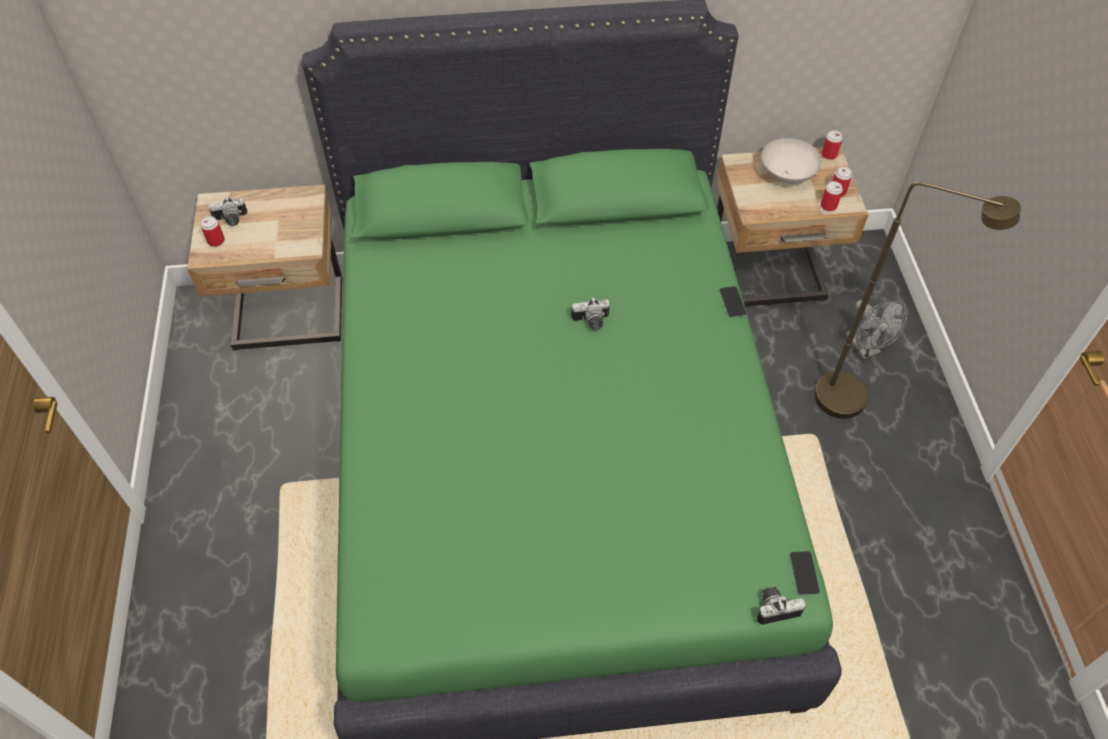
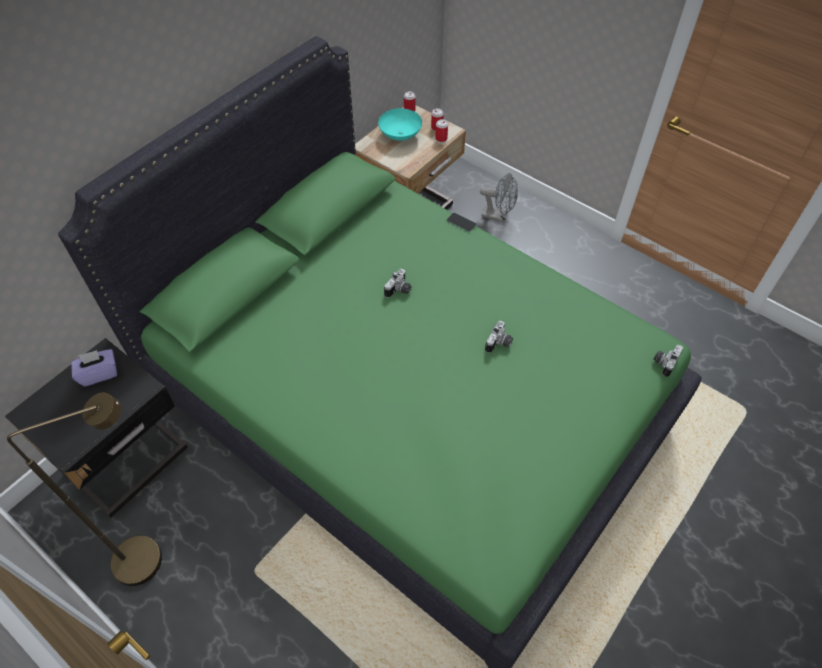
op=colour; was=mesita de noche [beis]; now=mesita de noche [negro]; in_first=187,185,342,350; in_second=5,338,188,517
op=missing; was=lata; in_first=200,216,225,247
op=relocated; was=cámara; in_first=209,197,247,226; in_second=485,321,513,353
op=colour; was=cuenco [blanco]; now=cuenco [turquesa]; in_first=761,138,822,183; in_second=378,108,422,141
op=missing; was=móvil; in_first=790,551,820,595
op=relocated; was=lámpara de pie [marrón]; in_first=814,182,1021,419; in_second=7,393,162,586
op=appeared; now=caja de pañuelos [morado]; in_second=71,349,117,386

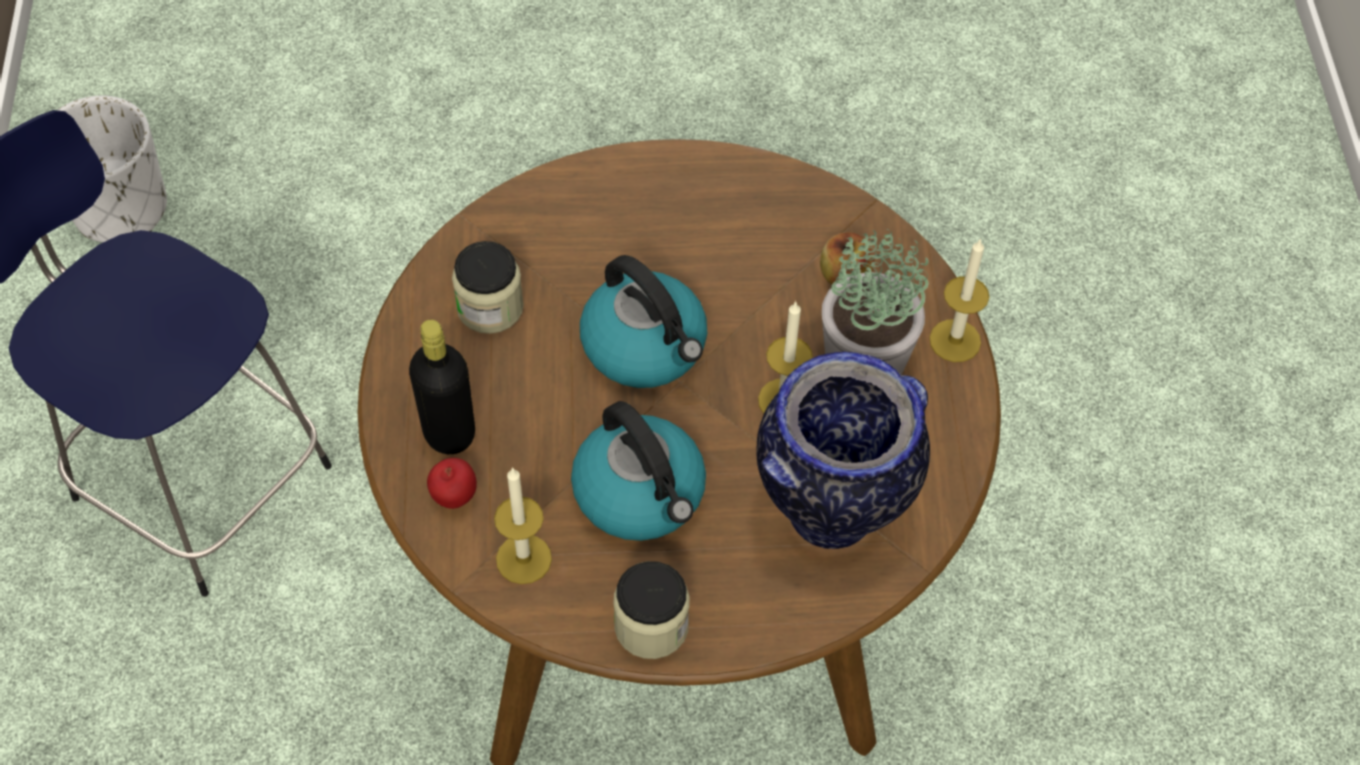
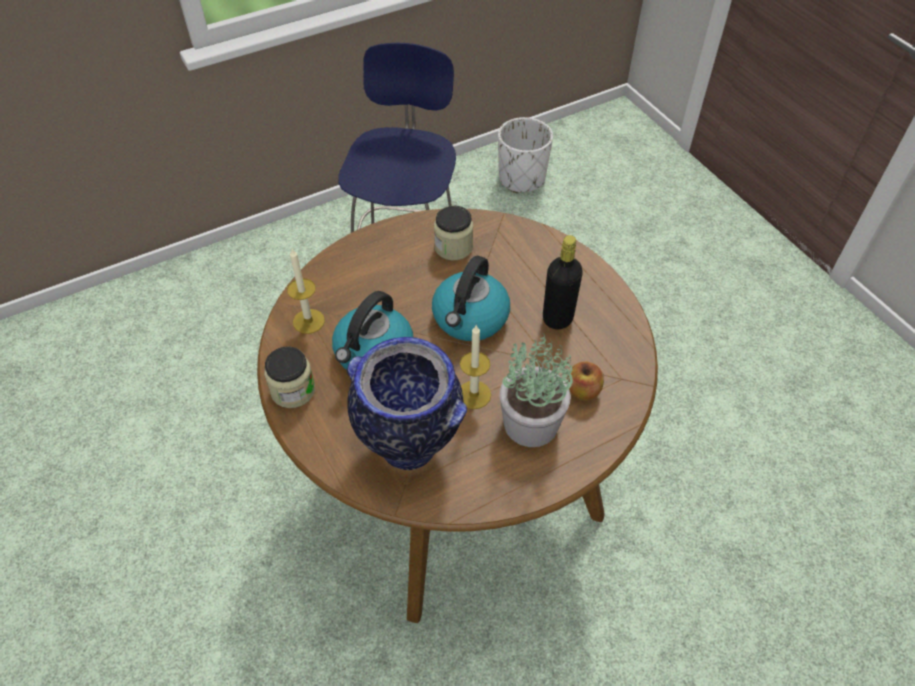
op=relocated; was=botella [negro]; in_first=409,320,475,454; in_second=543,235,583,329
op=missing; was=manzana; in_first=427,458,477,509
op=missing; was=vela; in_first=929,238,989,362

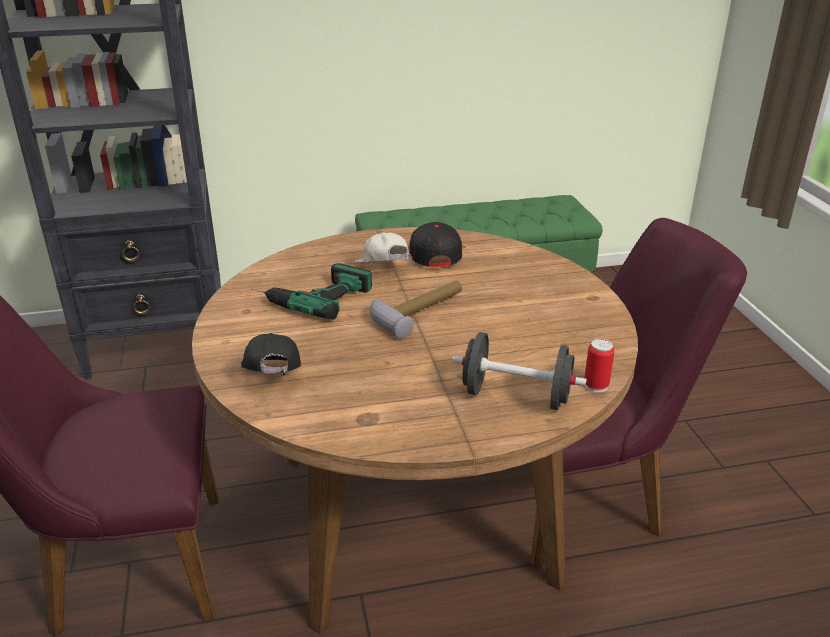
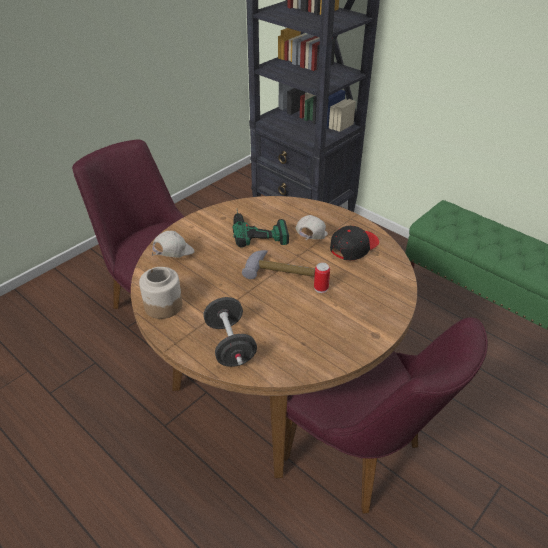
op=colour; was=gorra [negro]; now=gorra [blanco]; in_first=241,333,301,376; in_second=152,231,195,258
op=relocated; was=lata; in_first=584,339,615,392; in_second=314,263,330,293
op=appeared; now=tarro; in_second=139,267,182,319

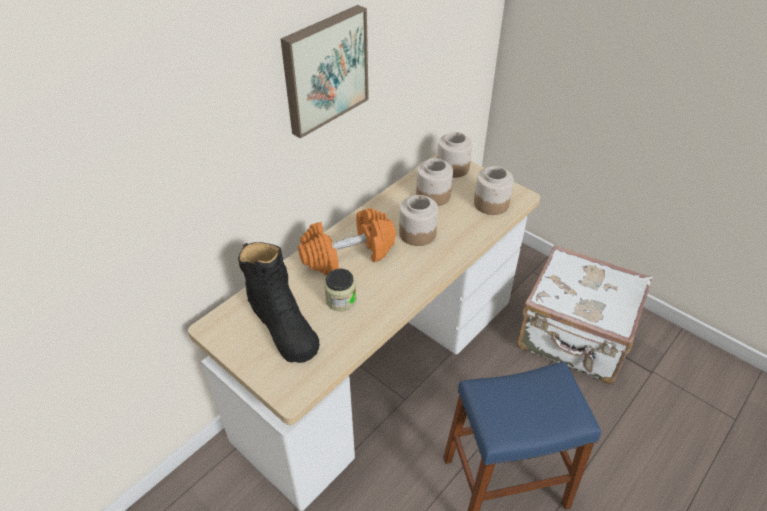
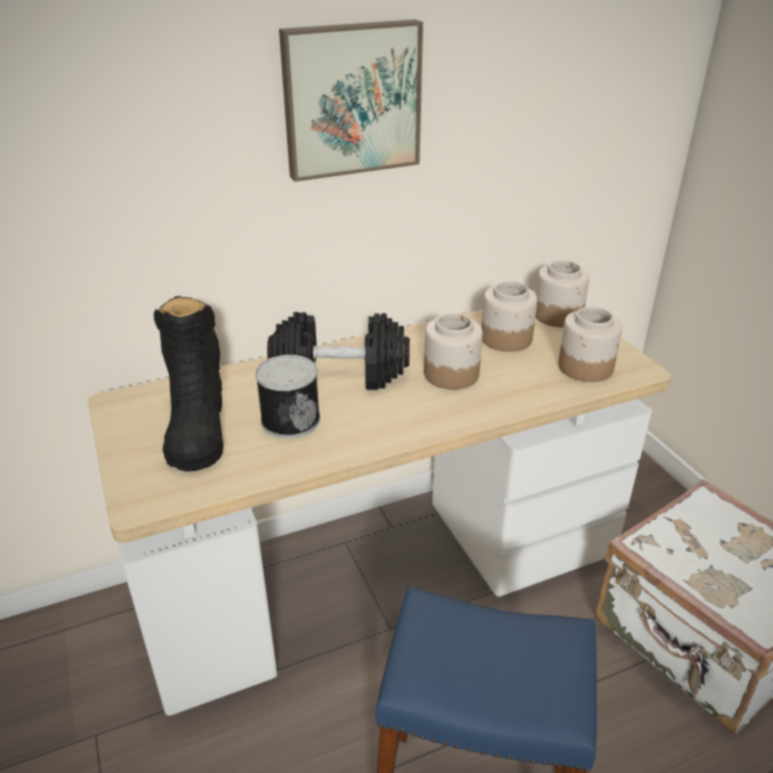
op=colour; was=mancuerna [naranja]; now=mancuerna [negro]; in_first=298,208,396,276; in_second=267,312,410,390
op=exchanged; was=tarro; now=lata; in_first=324,268,356,311; in_second=255,355,320,438

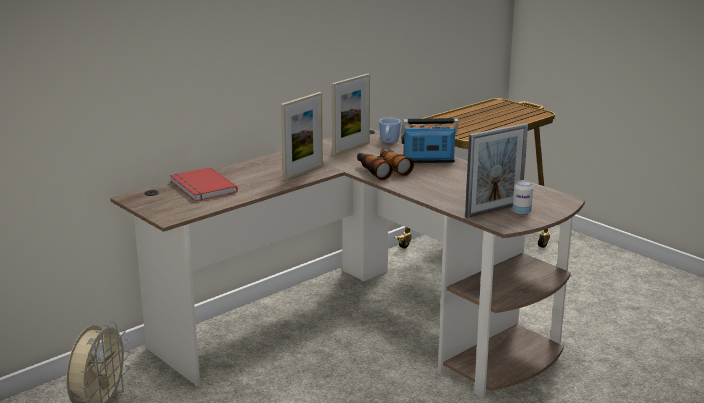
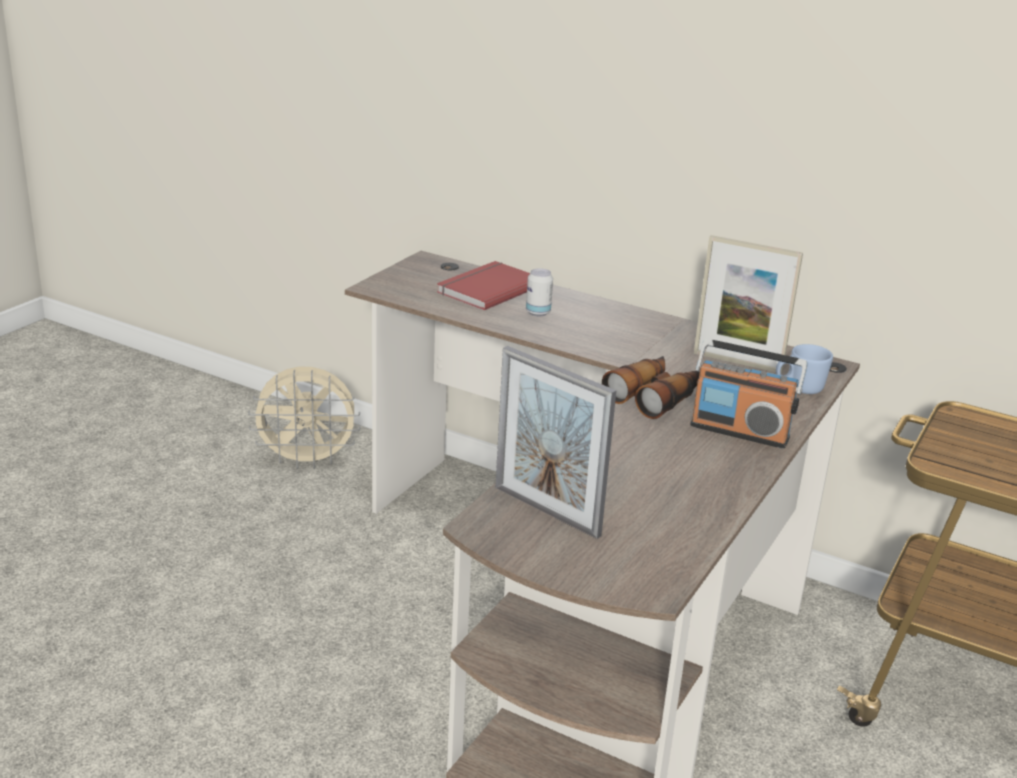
op=missing; was=portarretratos; in_first=281,92,323,180
op=spun; was=radio; in_first=401,118,459,163; in_second=690,339,808,449; clockwise=135
op=relocated; was=lata; in_first=513,180,533,215; in_second=526,268,553,316

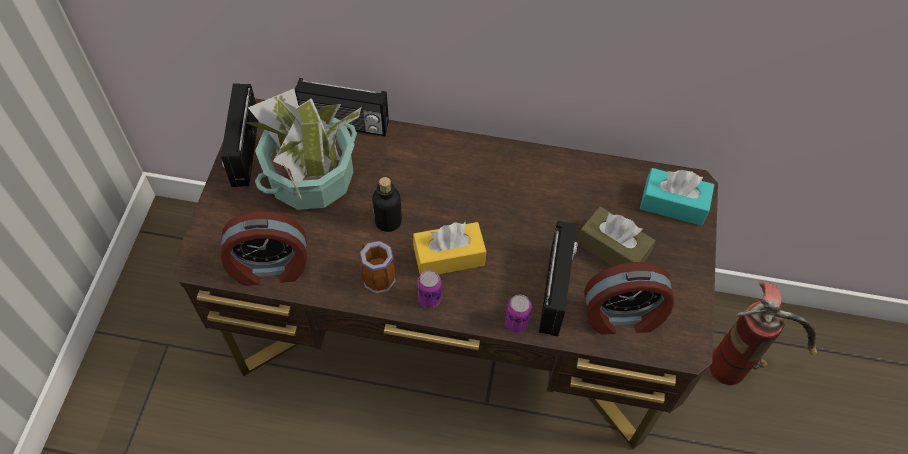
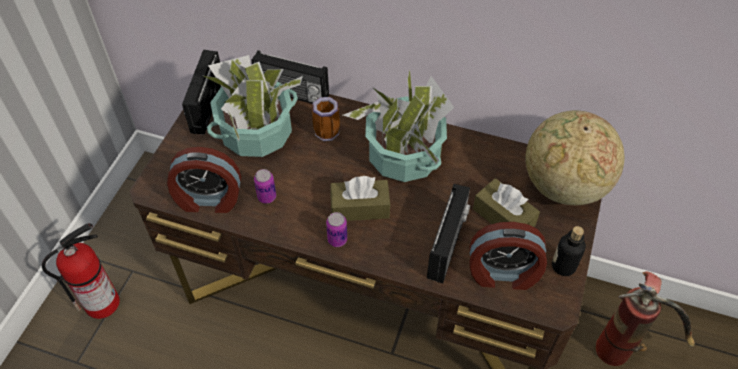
op=relocated; was=taza grande; in_first=359,241,396,293; in_second=312,97,340,141
op=relocated; was=botella; in_first=372,177,402,232; in_second=552,226,586,276
op=colour; was=caja de pañuelos [amarillo]; now=caja de pañuelos [marrón]; in_first=413,222,486,275; in_second=330,176,390,221
op=relocated; was=lata; in_first=505,294,532,333; in_second=254,169,276,204
op=exchanged; was=caja de pañuelos [turquesa]; now=globo terráqueo; in_first=640,168,714,226; in_second=526,110,624,205
op=appeared; now=extintor; in_second=42,223,120,319
op=appeared; now=planta en maceta; in_second=343,70,454,182

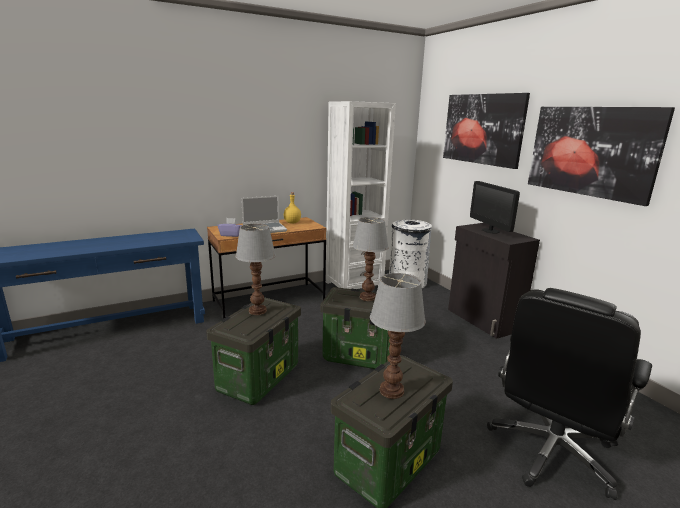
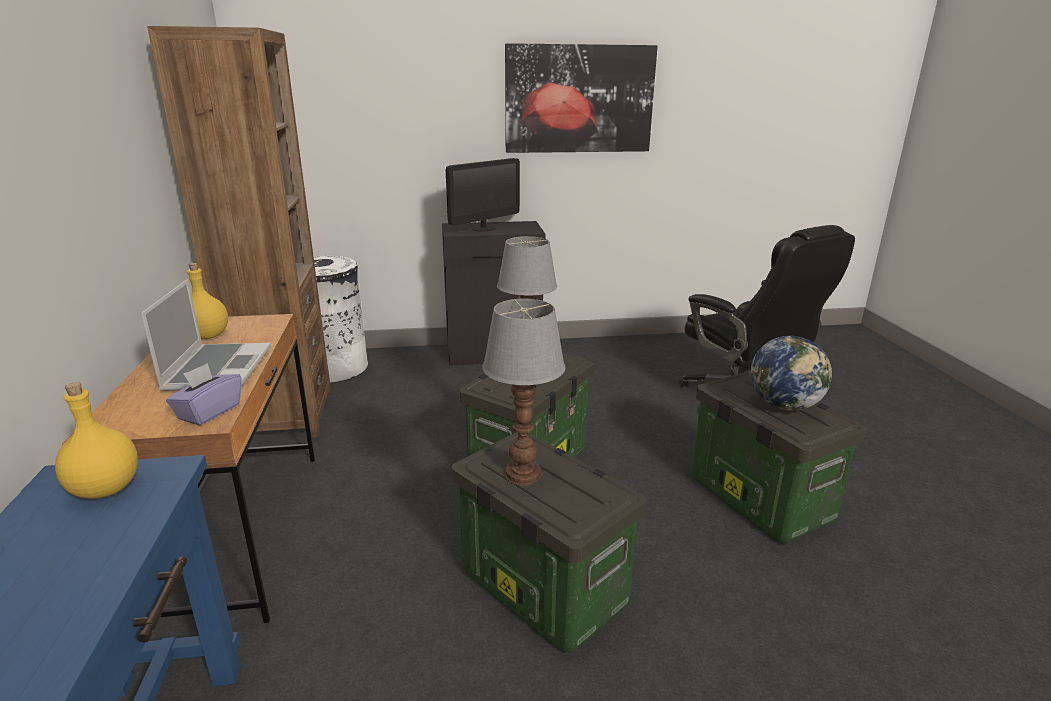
op=colour; was=estantería [blanco]; now=estantería [marrón]; in_first=326,101,396,289; in_second=147,26,331,437
op=exchanged; was=lámpara de mesa; now=globo terráqueo; in_first=370,273,426,399; in_second=751,336,832,411
op=missing; was=cuadro; in_first=443,93,530,169
op=spun; was=monitor; in_first=470,181,520,234; in_second=446,158,520,231; clockwise=-45
op=appeared; now=botella [amarillo]; in_second=55,382,138,499

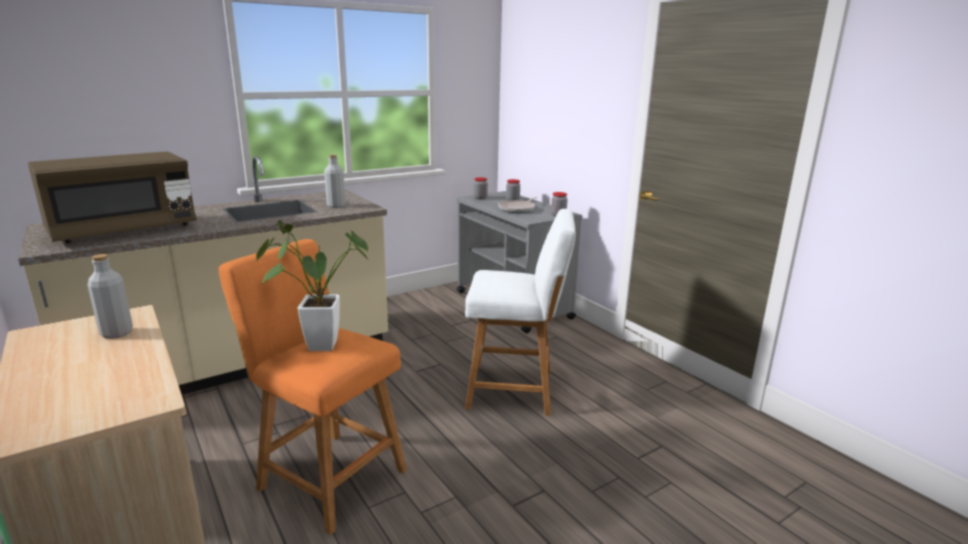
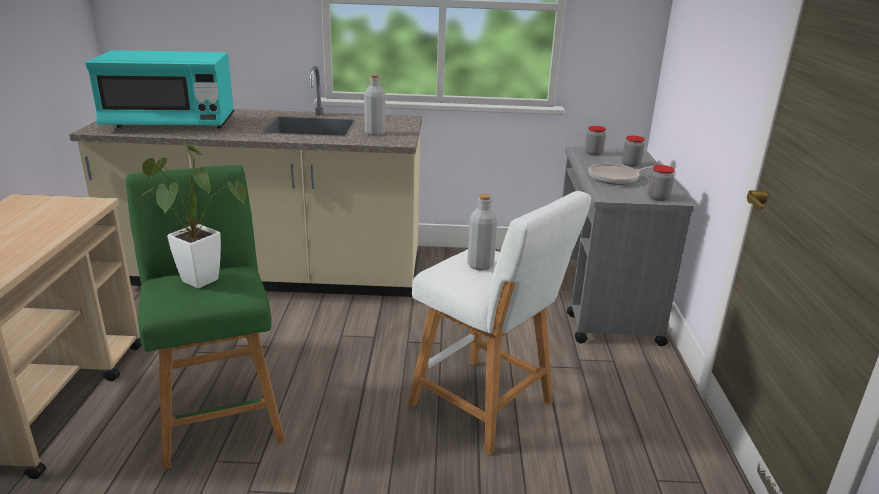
op=colour; was=microondas [marrón]; now=microondas [turquesa]; in_first=28,152,197,243; in_second=85,50,234,128
op=relocated; was=botella [gris]; in_first=87,254,133,339; in_second=467,193,497,271
op=colour; was=taburete [naranja]; now=taburete [verde]; in_first=219,239,407,535; in_second=126,165,285,470

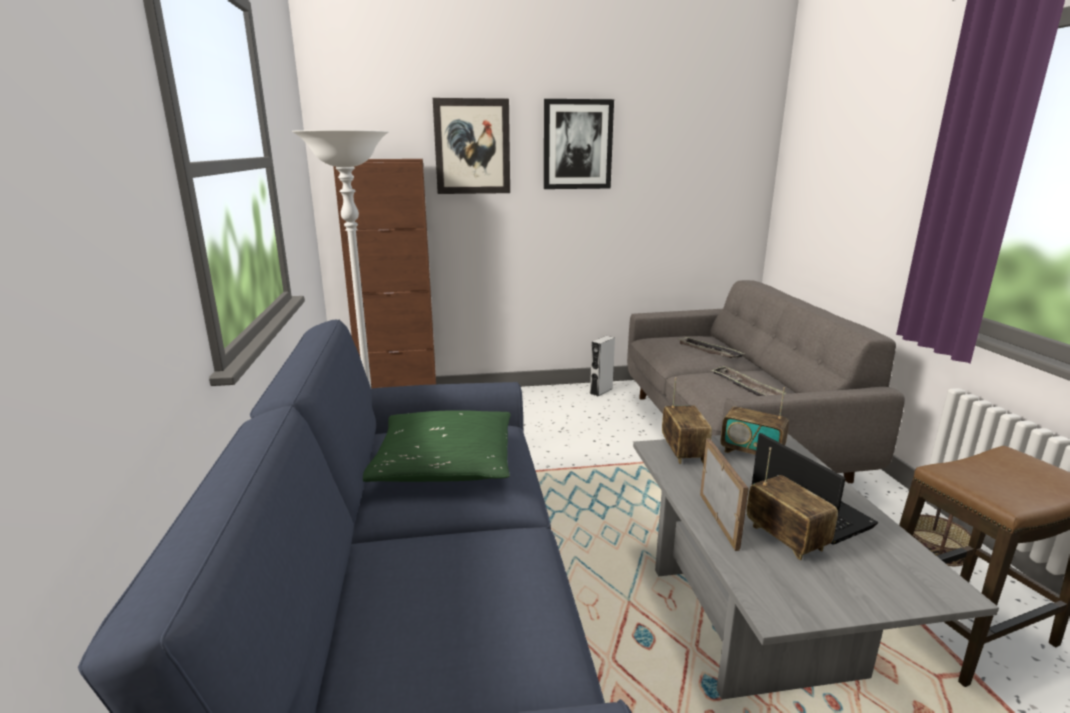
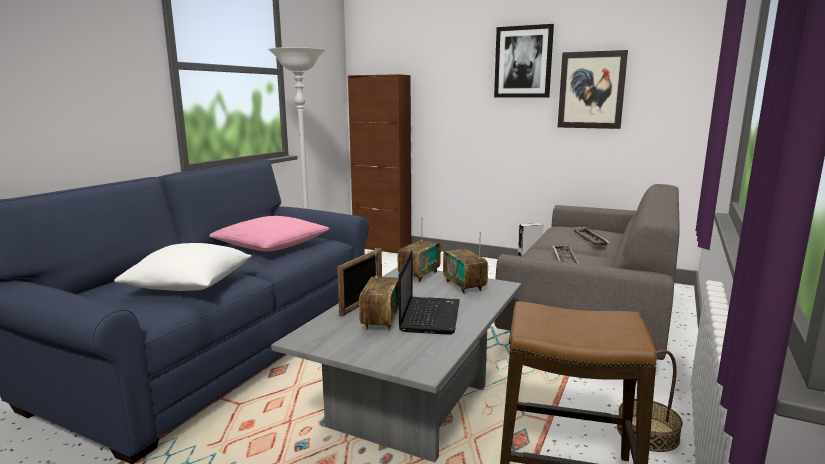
op=colour; was=cojín [verde]; now=cojín [rosa]; in_first=363,410,511,482; in_second=209,216,330,252
op=relocated; was=cuadro; in_first=433,98,510,194; in_second=558,50,628,129
op=appeared; now=cojín [blanco]; in_second=114,243,252,291

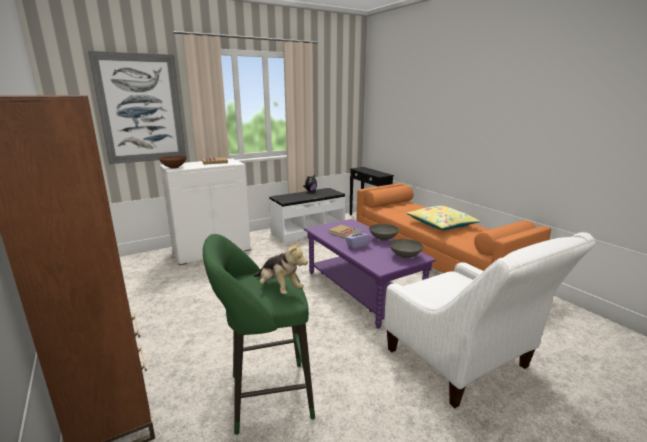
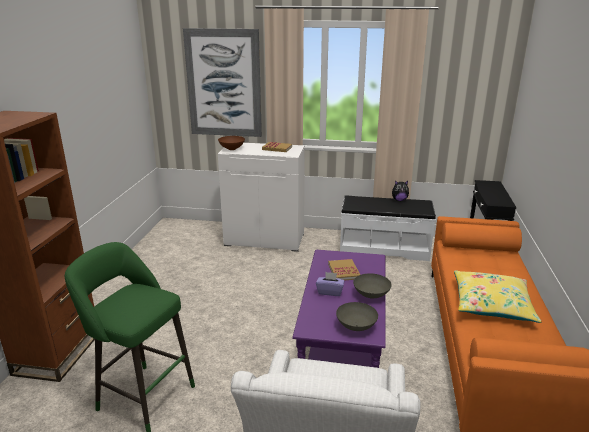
op=missing; was=peluche; in_first=254,241,308,294

